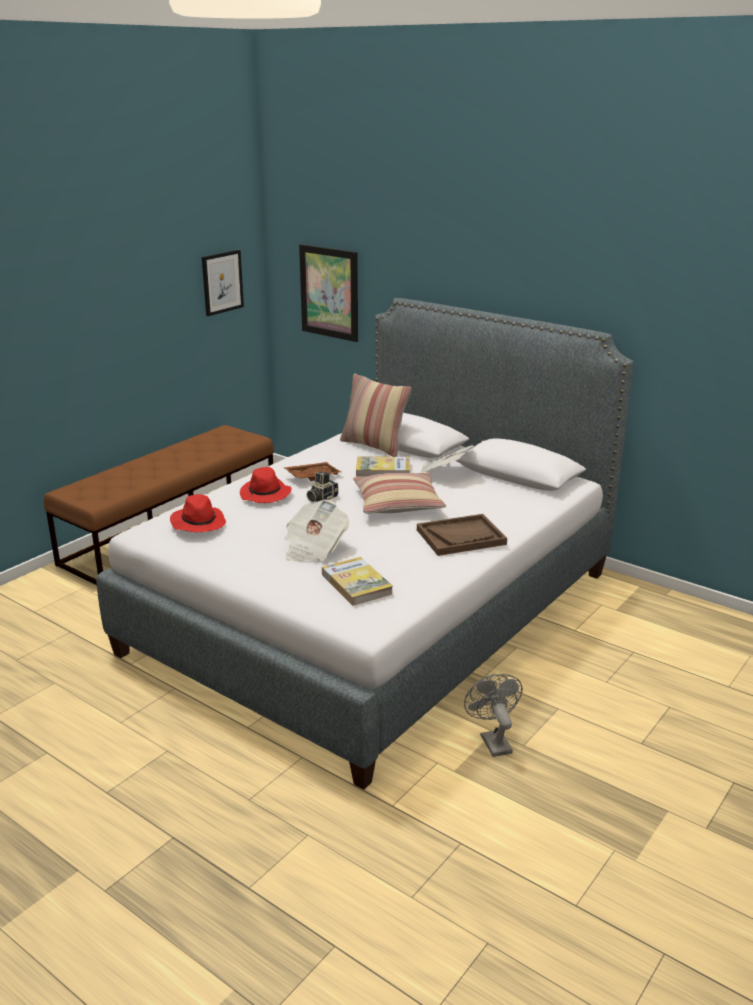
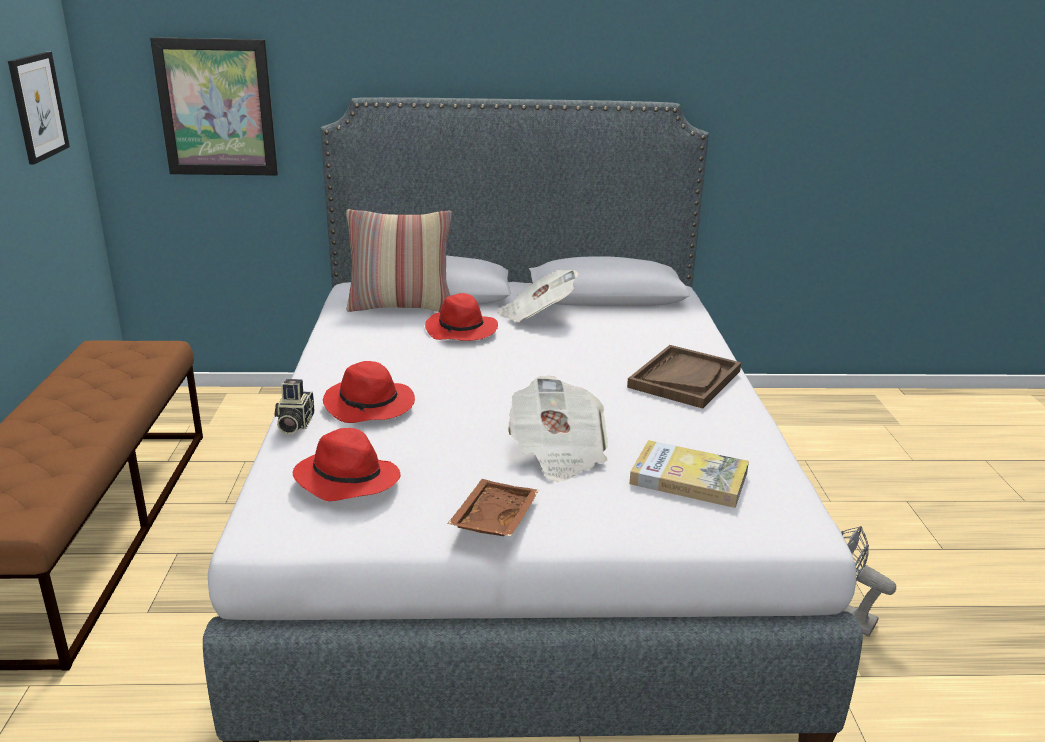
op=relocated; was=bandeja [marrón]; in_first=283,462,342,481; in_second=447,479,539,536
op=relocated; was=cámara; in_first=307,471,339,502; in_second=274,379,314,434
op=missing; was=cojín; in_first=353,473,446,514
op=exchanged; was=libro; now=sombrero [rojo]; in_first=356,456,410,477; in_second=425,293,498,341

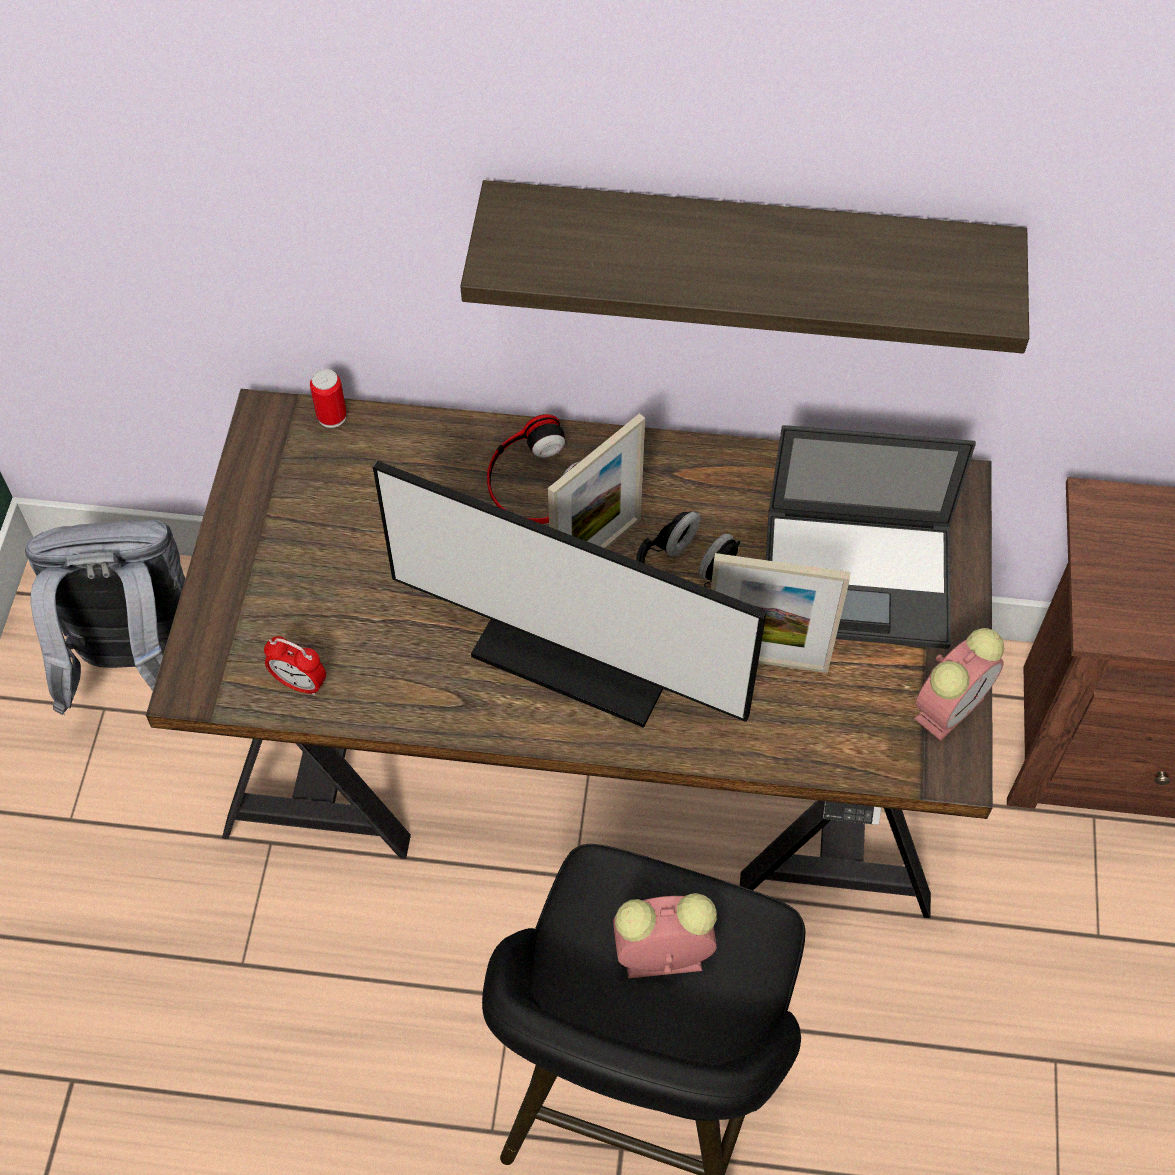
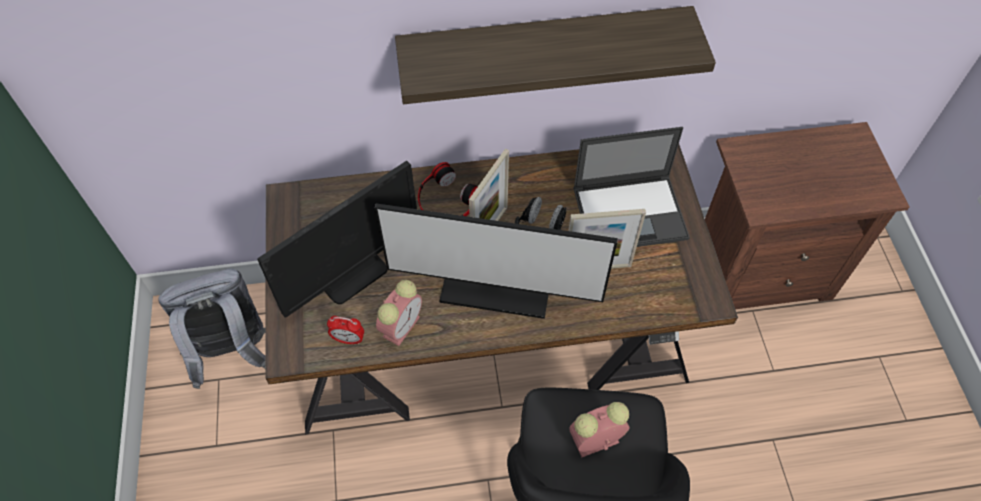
op=missing; was=lata; in_first=310,369,347,428
op=relocated; was=despertador; in_first=914,628,1004,741; in_second=376,280,422,346
op=appeared; now=monitor; in_second=257,161,417,318

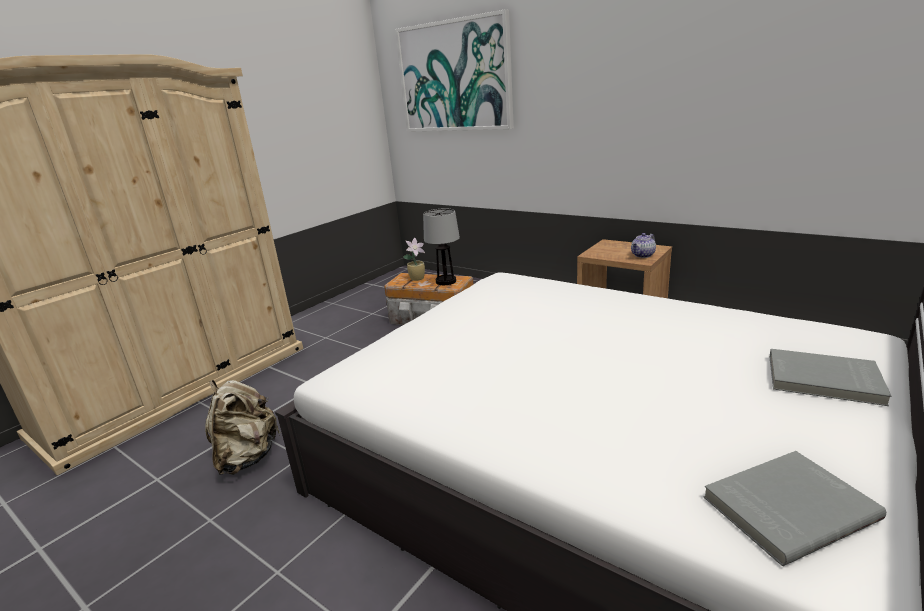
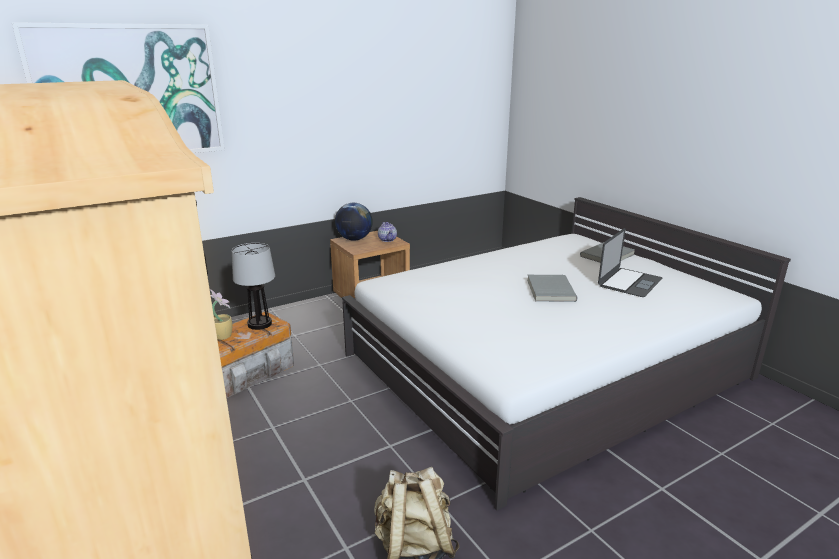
op=relocated; was=libro [gris]; in_first=704,451,886,566; in_second=527,275,577,302
op=appeared; now=globo terráqueo; in_second=335,203,373,241
op=appeared; now=portátil; in_second=598,228,662,297

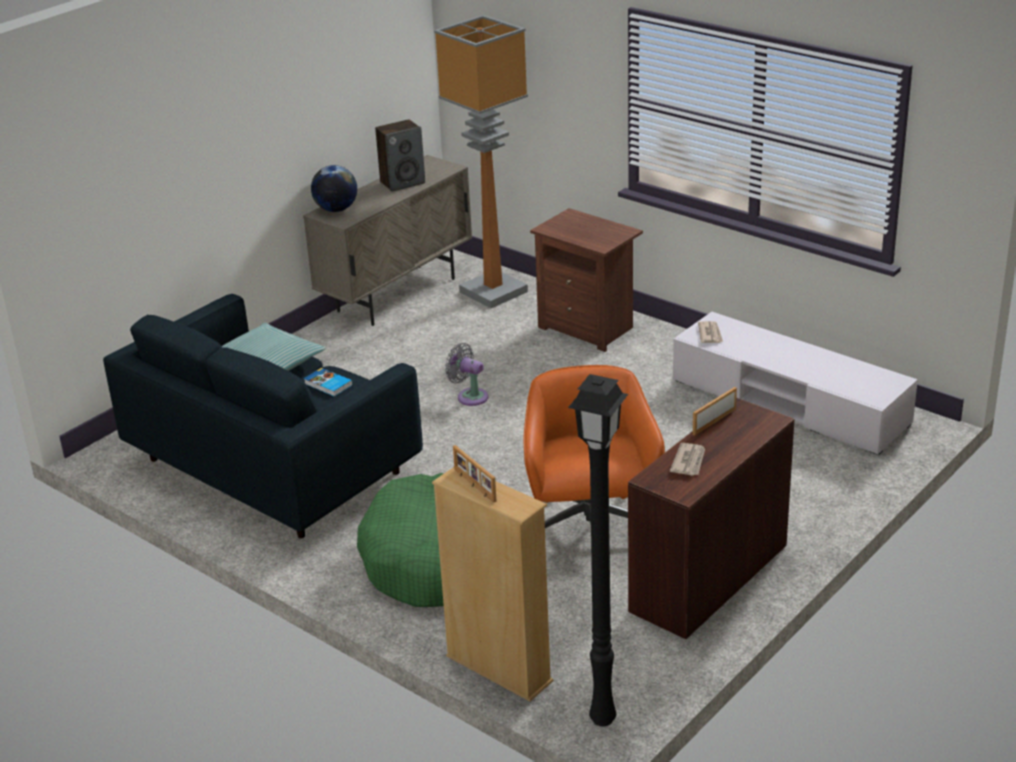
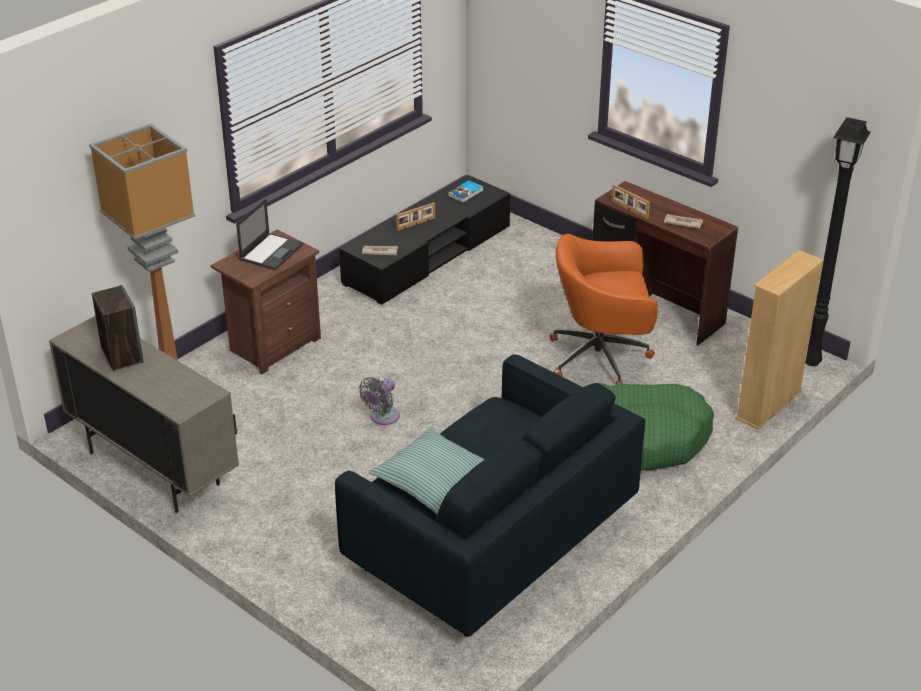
op=relocated; was=libro; in_first=304,368,353,397; in_second=448,180,483,203
op=missing; was=globo terráqueo; in_first=311,165,357,212
op=relocated; was=portarretratos; in_first=453,445,497,502; in_second=396,203,435,231
op=colour; was=mueble de televisión [blanco]; now=mueble de televisión [negro]; in_first=673,312,918,455; in_second=339,175,510,305
op=appeared; now=portátil; in_second=236,199,303,270

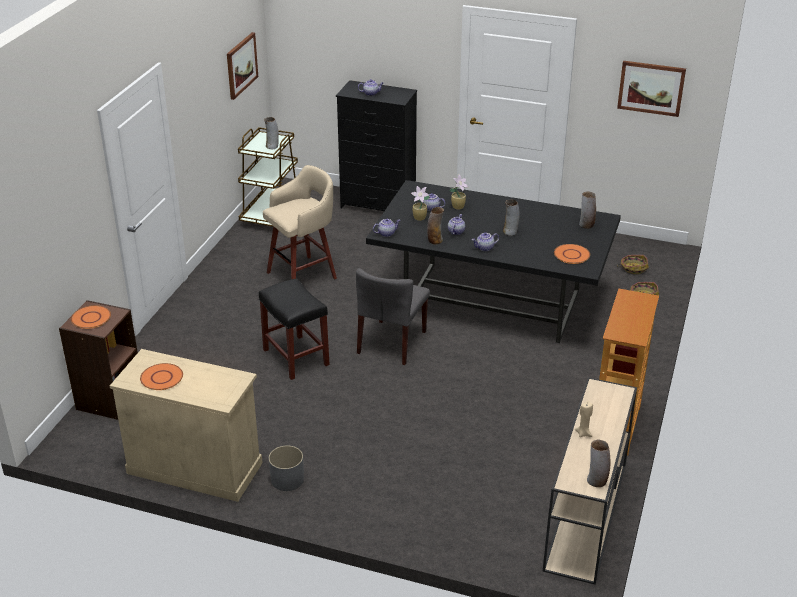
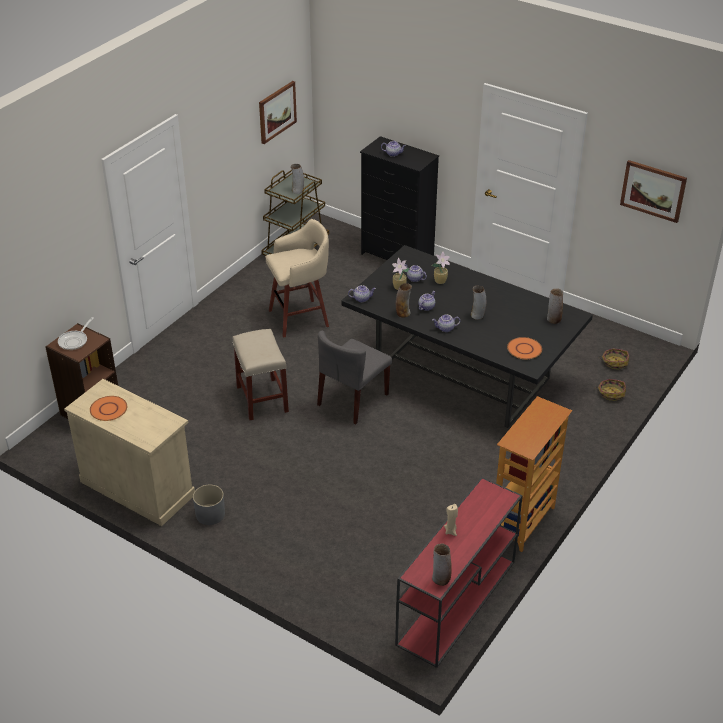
op=exchanged; was=plato [naranja]; now=sartén; in_first=71,305,111,329; in_second=58,317,94,350
op=colour; was=taburete [negro]; now=taburete [beis]; in_first=259,278,330,380; in_second=233,329,289,420
op=colour; was=mesa consola [beis]; now=mesa consola [rojo]; in_first=543,377,637,585; in_second=395,477,523,668

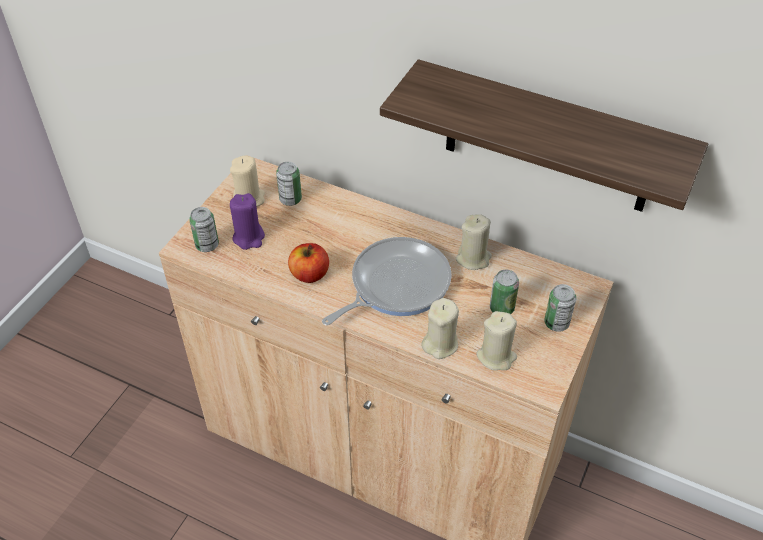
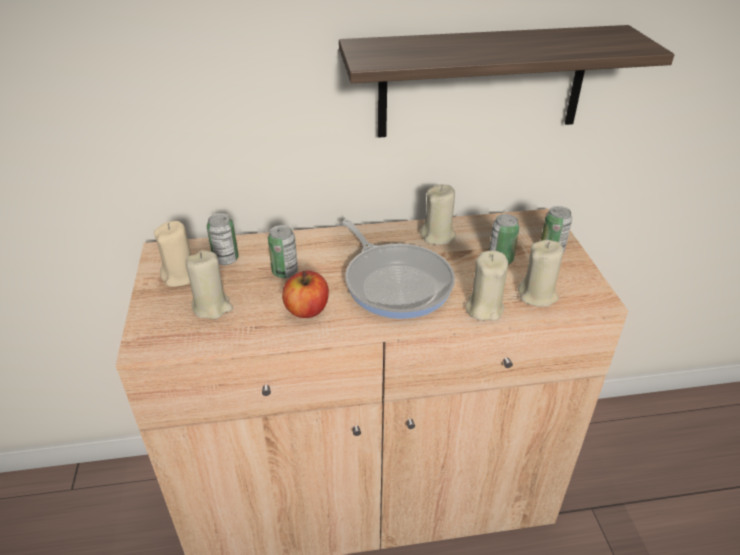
op=relocated; was=lata; in_first=189,207,219,252; in_second=268,225,298,278
op=colour; was=vela [morado]; now=vela [beis]; in_first=230,193,265,250; in_second=186,250,233,319
op=spun; was=sartén; in_first=322,237,452,325; in_second=342,219,455,319; clockwise=135

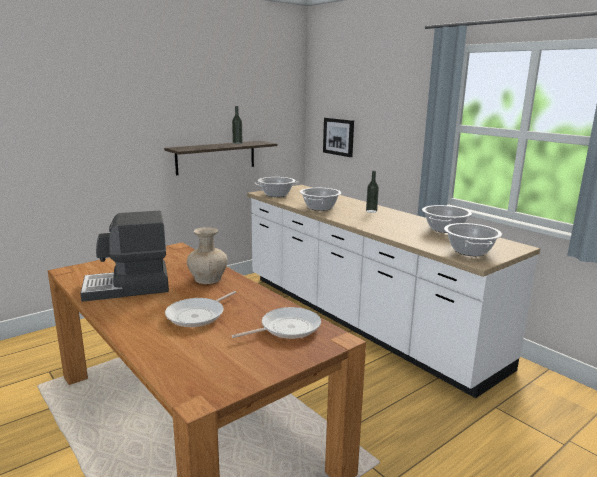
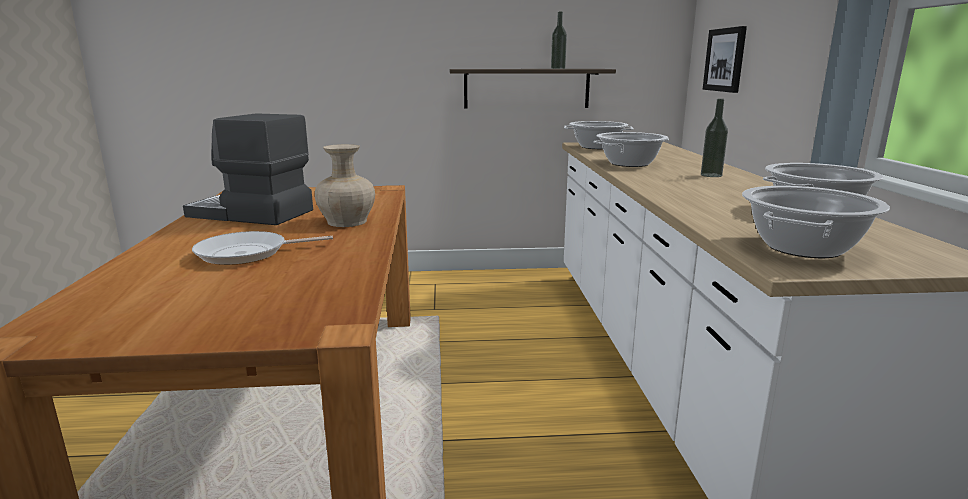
op=missing; was=sartén; in_first=232,307,321,339

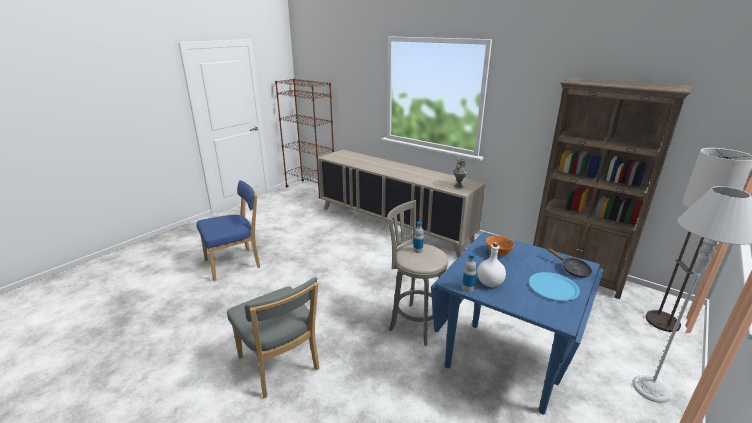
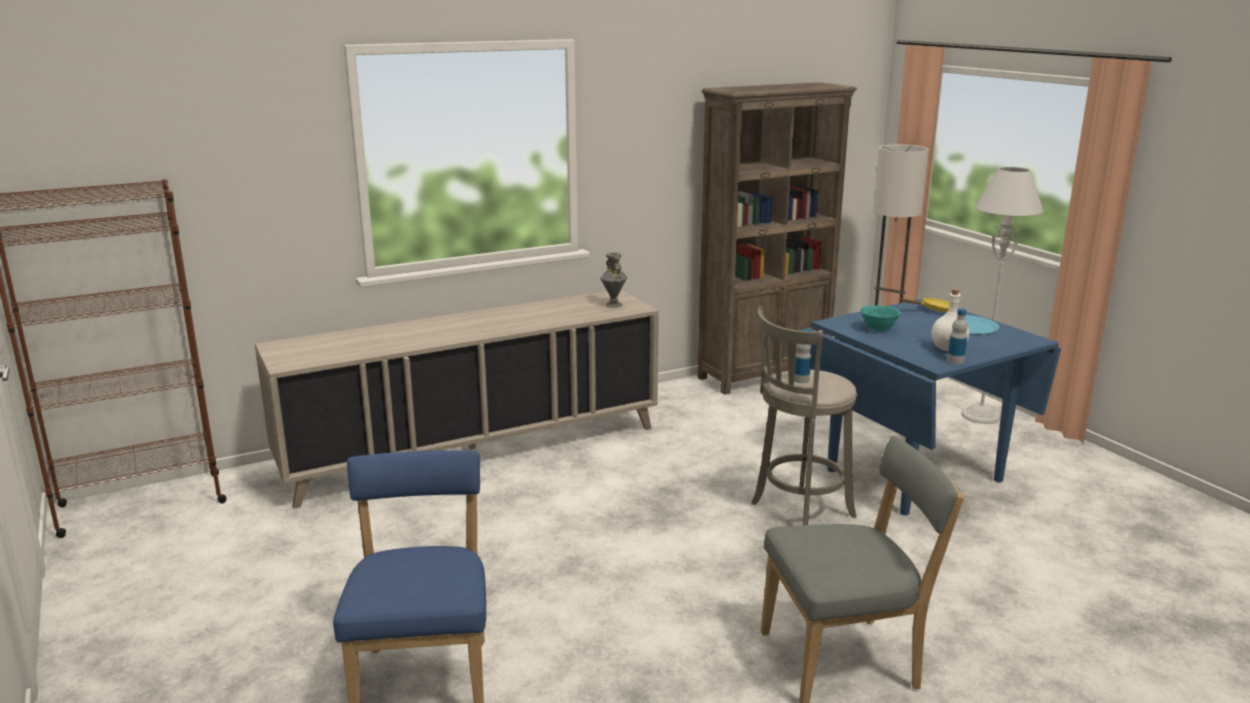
op=colour; was=cuenco [naranja]; now=cuenco [turquesa]; in_first=486,236,515,256; in_second=860,305,901,331
op=colour; was=sartén [negro]; now=sartén [amarillo]; in_first=547,247,592,278; in_second=900,298,950,312

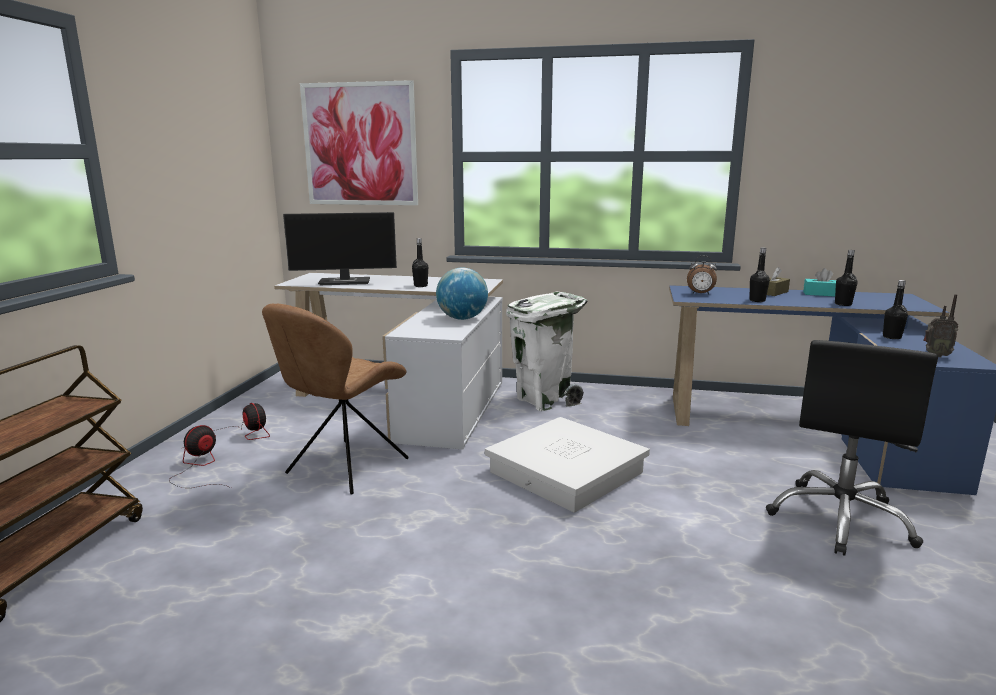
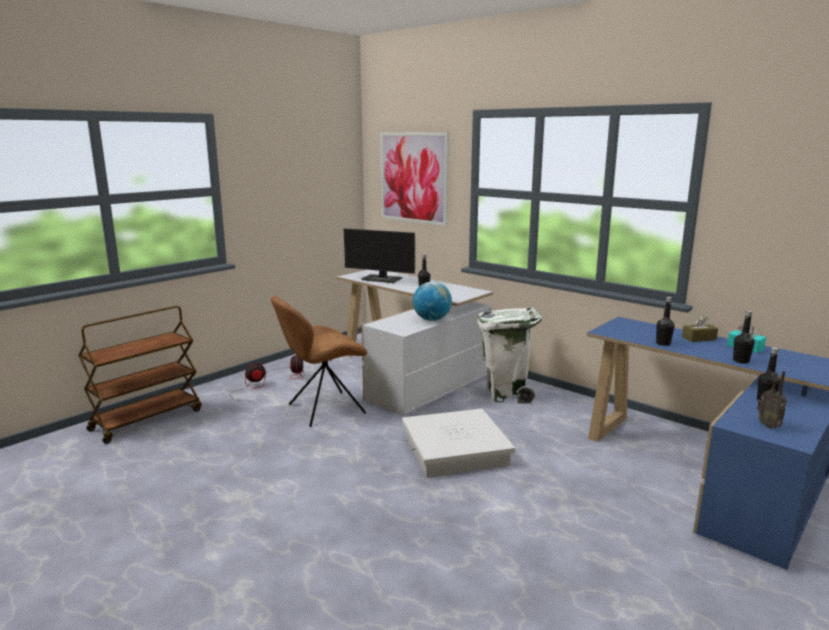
op=missing; was=despertador; in_first=687,256,717,295
op=missing; was=silla de oficina [negro]; in_first=766,340,938,556

